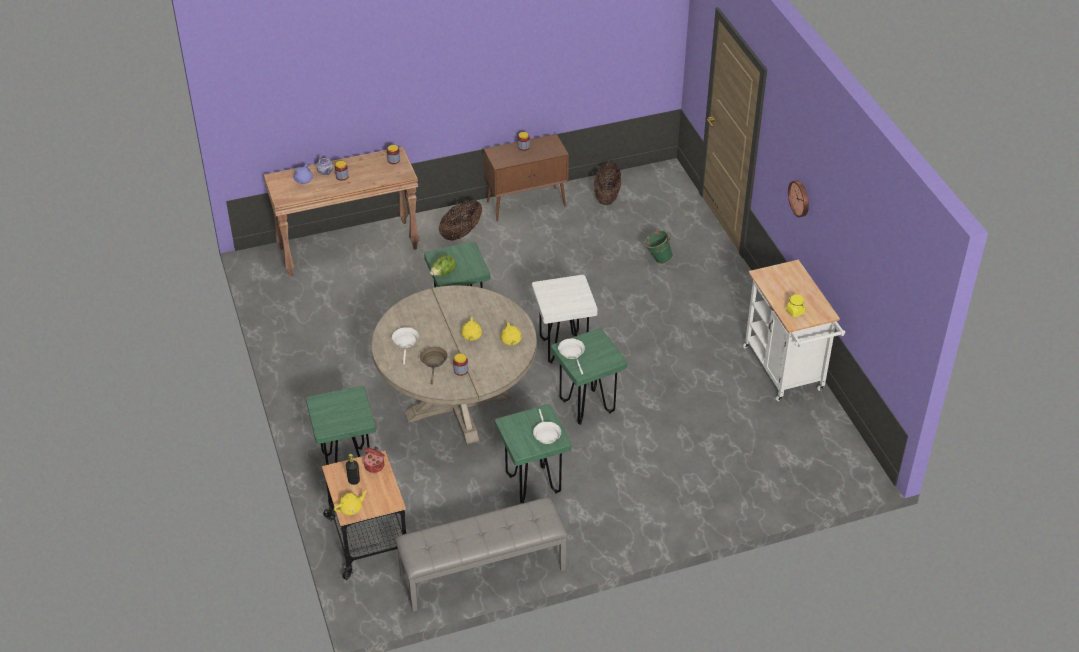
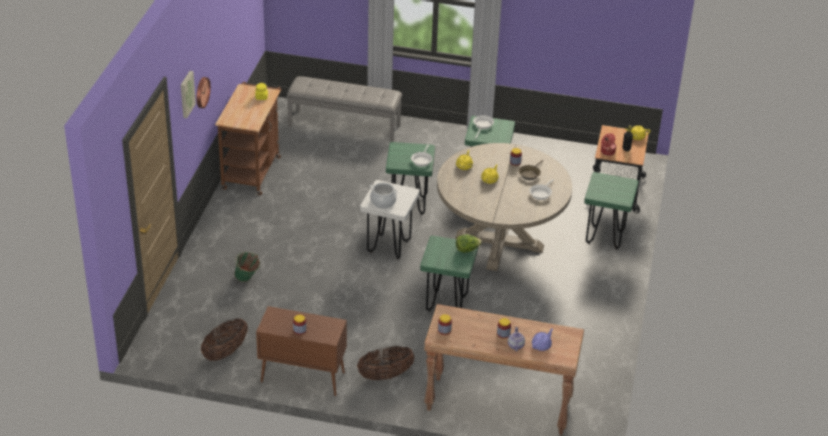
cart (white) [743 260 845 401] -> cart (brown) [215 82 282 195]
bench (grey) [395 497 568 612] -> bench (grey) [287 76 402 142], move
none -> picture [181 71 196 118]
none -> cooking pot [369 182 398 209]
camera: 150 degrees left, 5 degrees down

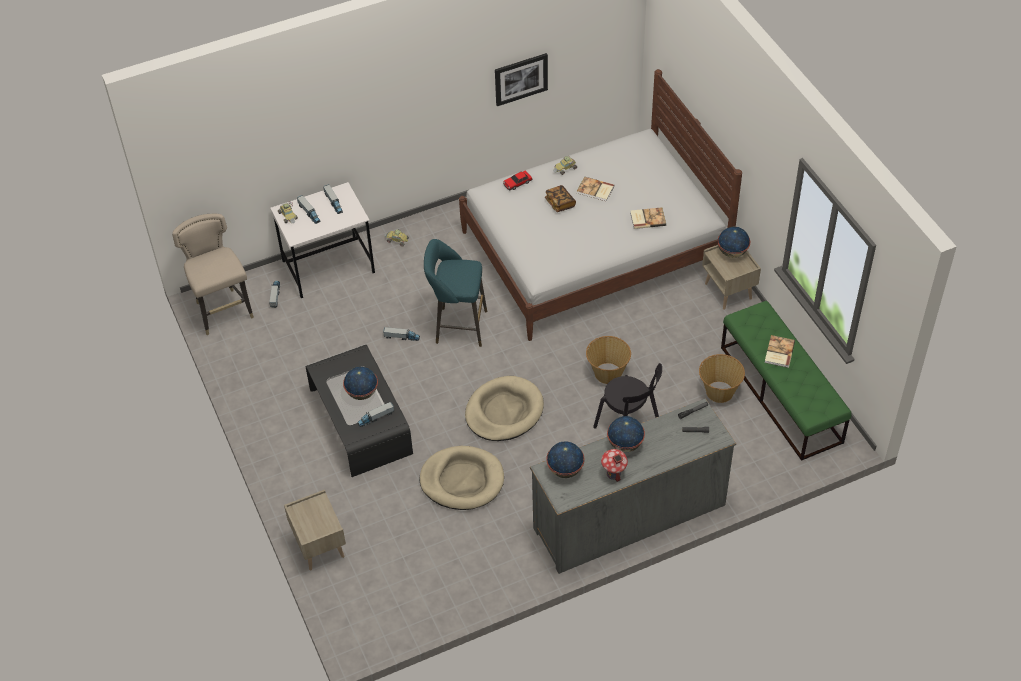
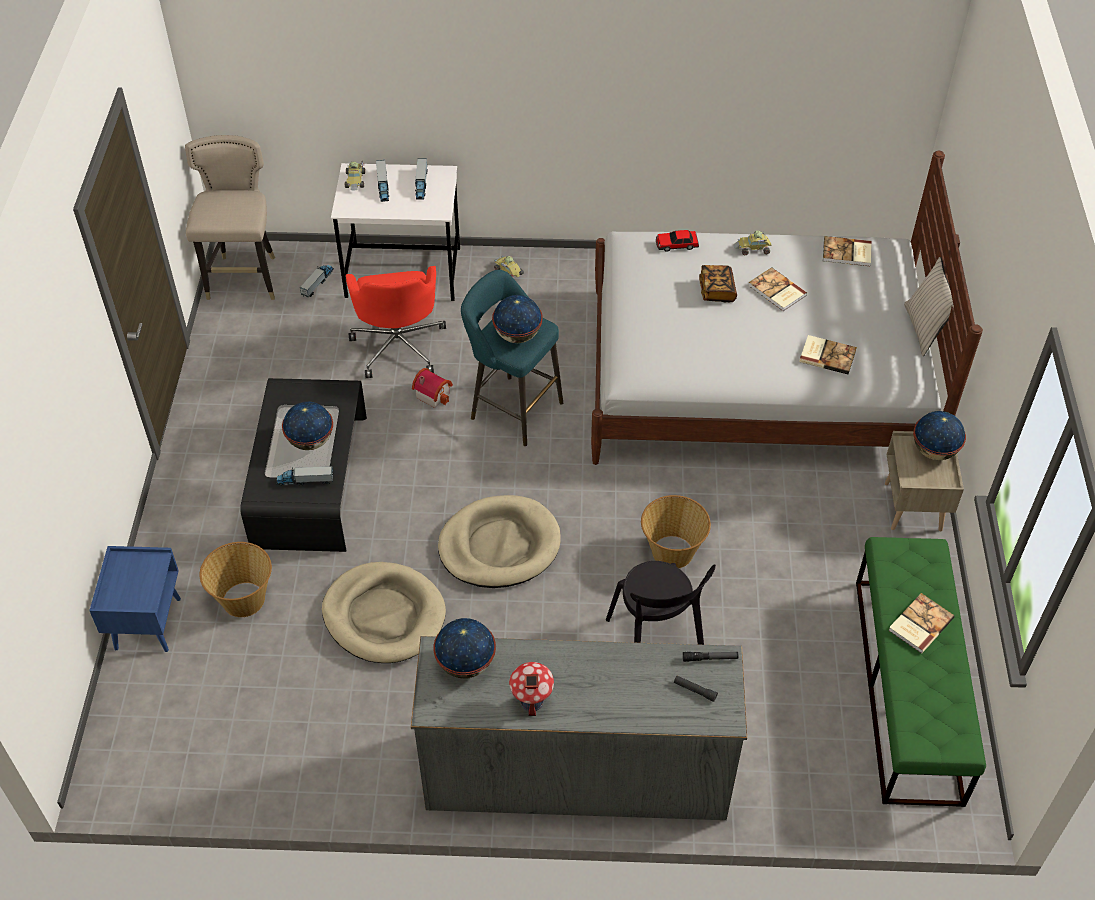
picture [495 53 548 106] -> none
toy truck [383 327 420 341] -> toy house [412 368 453 408]
basket [699 354 745 403] -> basket [199 542 272 617], move
globe [607 416 645 452] -> globe [492 295 542 343], move
nightstand (beige) [284 490 346 570] -> nightstand (blue) [89 546 181 652]
none -> book [823 236 872 266]
none -> pillow (beige) [904 257 954 356]
none -> office chair (red) [346 266 446 378]
camera: 25 degrees right, 0 degrees up

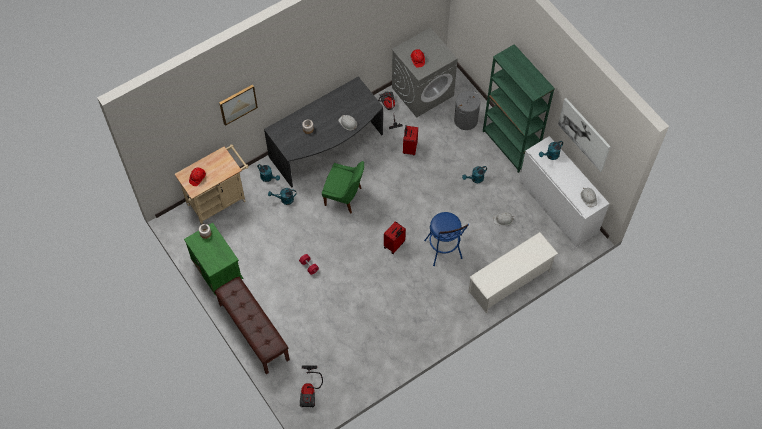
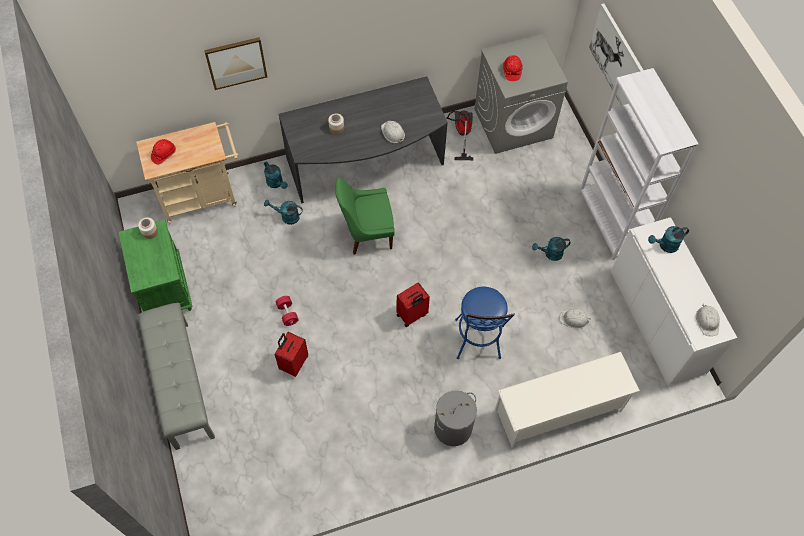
bookcase (green) [483 44 555 173] -> bookcase (white) [579 68 699 260]
laundry basket (grey) [454 91 481 130] -> laundry basket (grey) [434 390 477 446], move
picture [558 98 611 172] -> picture [589 3 644 106], move
suitcase (red) [403 125 418 155] -> suitcase (red) [275 332 308 377], move
chair (green) [322 161 364 213] -> chair (green) [335 177 395 255], 135 degrees clockwise
bench (brown) [214 277 290 375] -> bench (grey) [138 303 215 450]
vacuum cleaner [300 365 323 407] -> none
camera: 15 degrees right, 0 degrees up

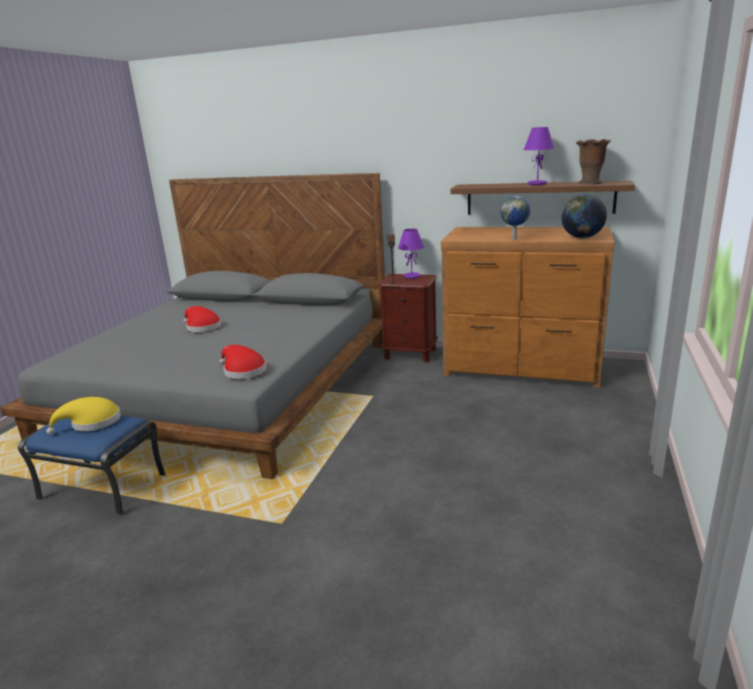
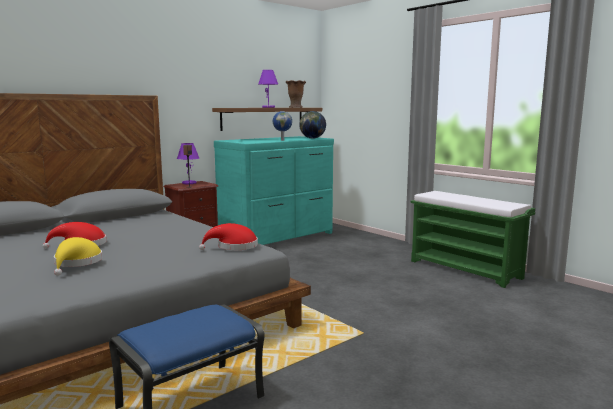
dresser (brown) [441 227 615 388] -> dresser (turquoise) [214 136 334 245]
hat (yellow) [46 397 121 434] -> hat (yellow) [54 237 102 276], move
none -> bench (green) [410 191 535 288]
camera: 60 degrees left, 10 degrees down

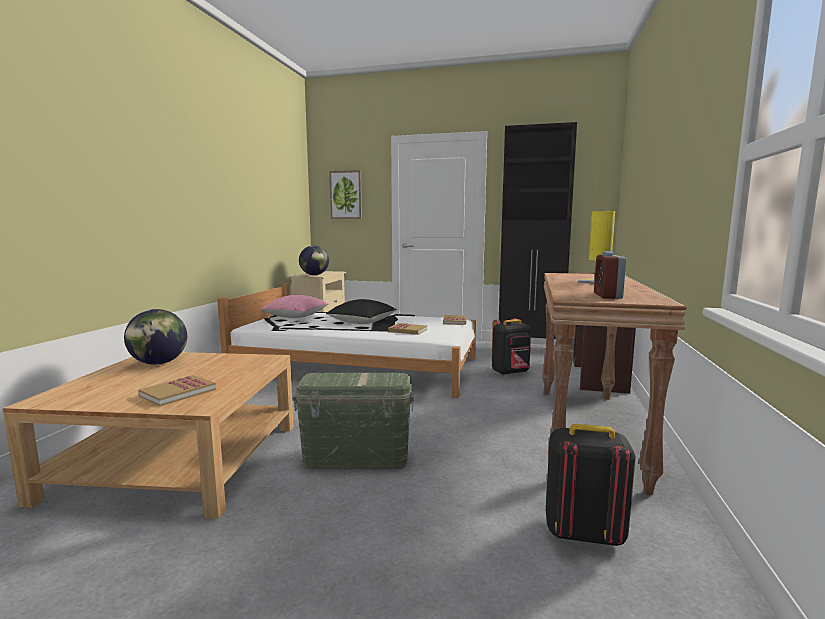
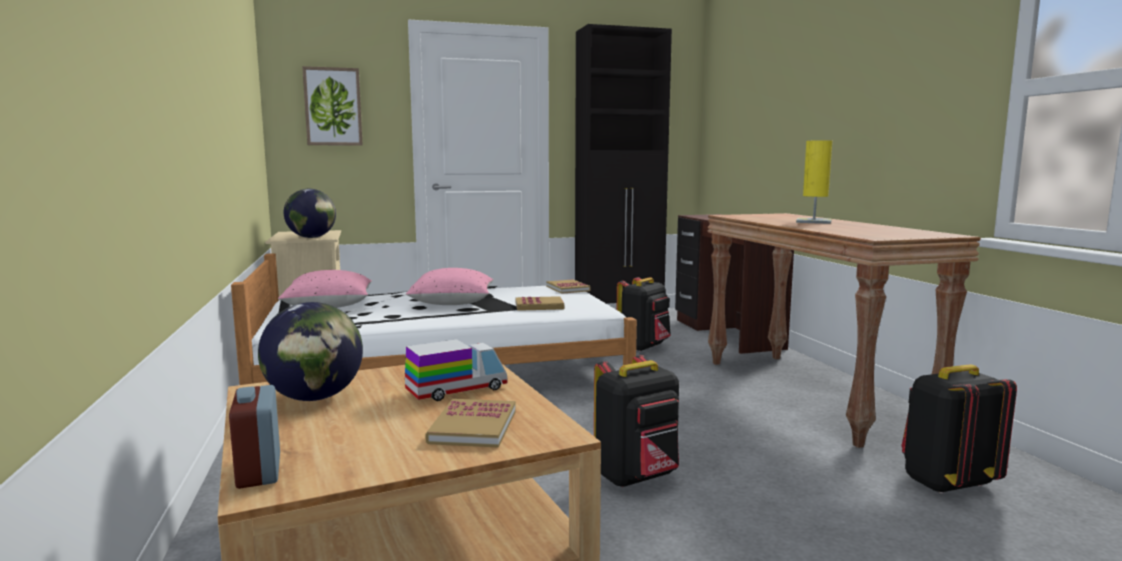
alarm clock [594 251 626 299] -> alarm clock [229 385 280 489], move
pillow (black) [326 299 397 324] -> pillow (pink) [406 268 493 305]
storage box (green) [293 373 414 469] -> backpack (black) [594 355 679 487]
none -> toy truck [405 339 507 401]
camera: 30 degrees left, 0 degrees up

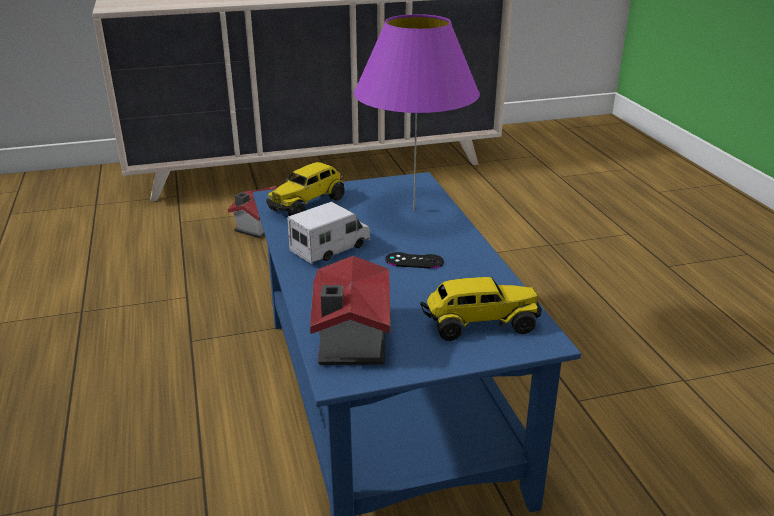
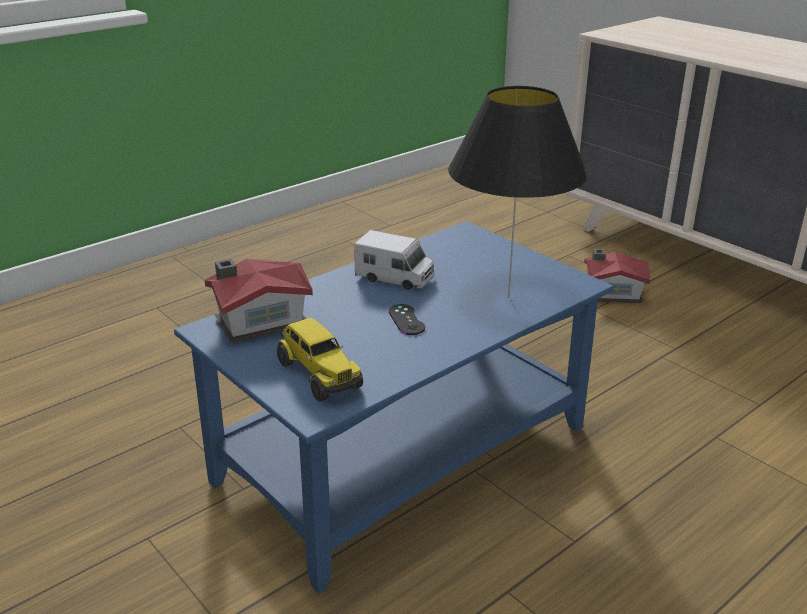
table lamp (purple) [354 14 480 211] -> table lamp (black) [448 86 588 298]
toy truck [266 162 345 216] -> none
camera: 65 degrees right, 0 degrees up

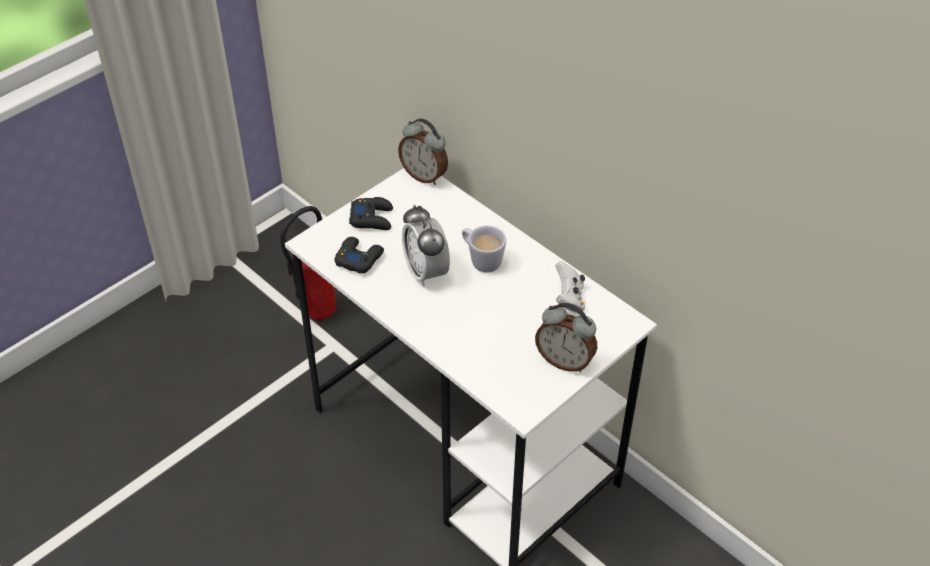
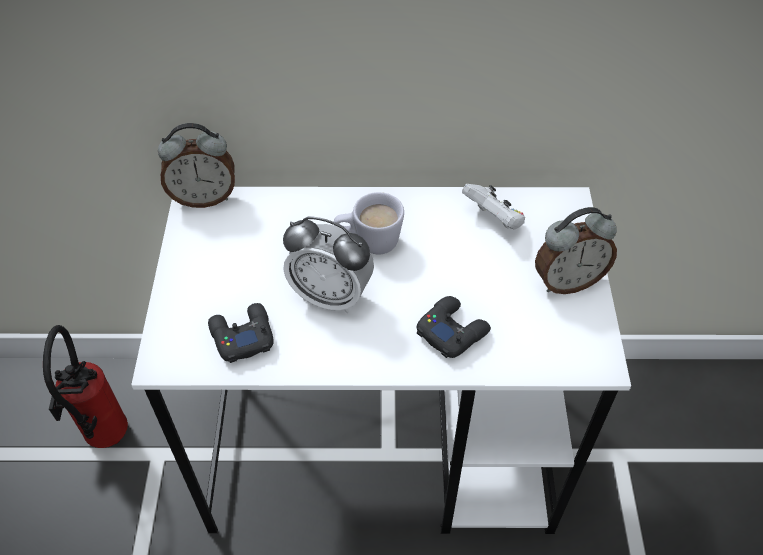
game controller (black) [349 197 393 230] -> game controller (black) [417 296 491 358], move
camera: 45 degrees left, 5 degrees up

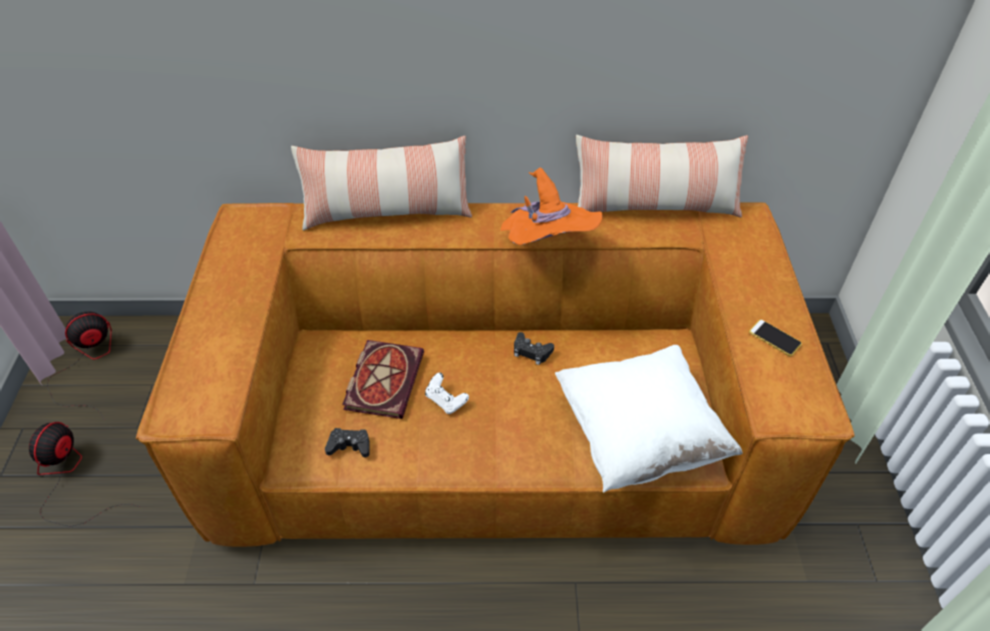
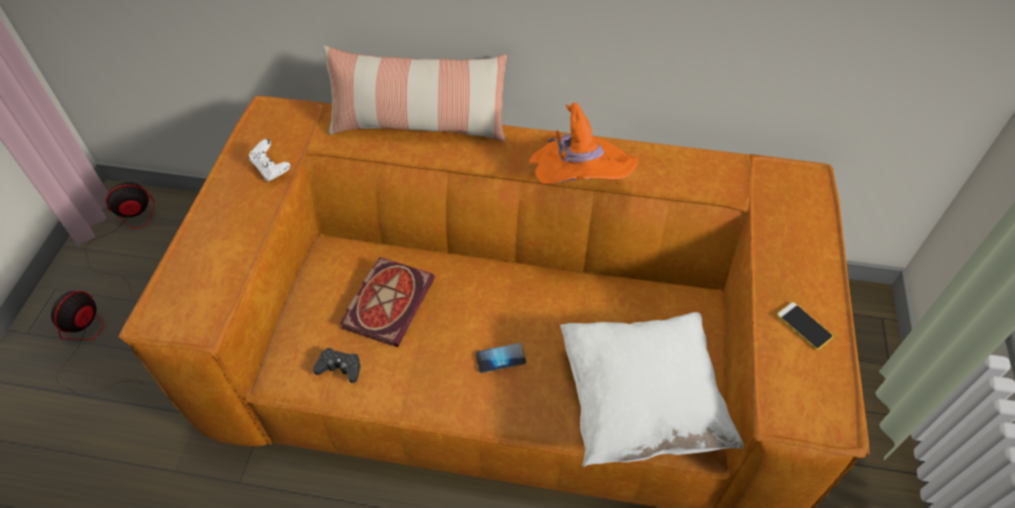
pillow [576 135 748 217] -> none
game controller (black) [514 332 554 365] -> none
game controller (white) [425 372 469 414] -> game controller (white) [249 139 290 181], move
none -> phone [476 343 526 373]
camera: 10 degrees right, 5 degrees up

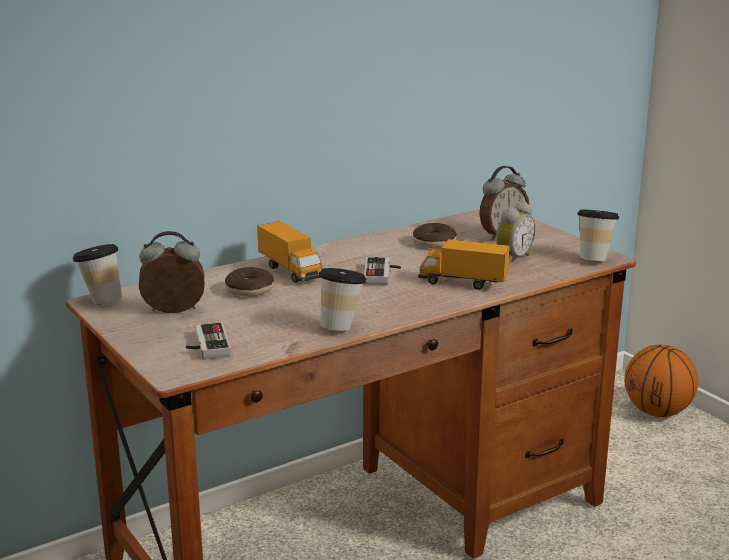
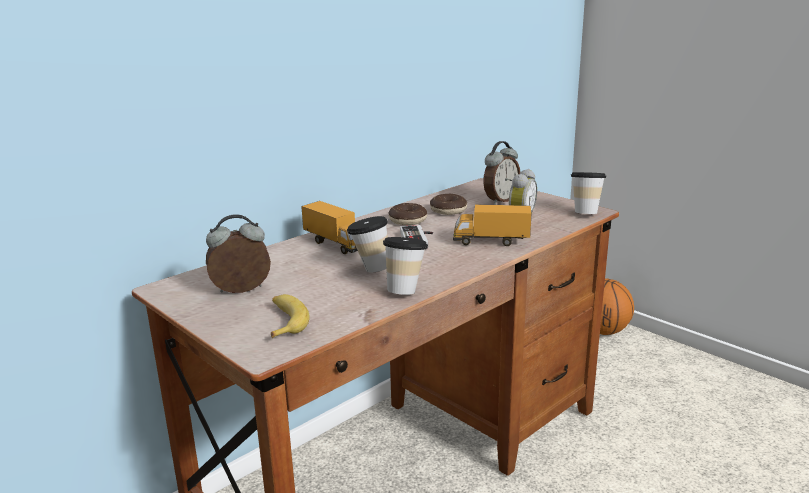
cup [72 244 122 305] -> cup [347 216 388 273], move
donut [225 267 274 297] -> donut [388 203 427 225], move
game controller [186 322 231 360] -> banana [271 294 310 338]
camera: 10 degrees left, 0 degrees up

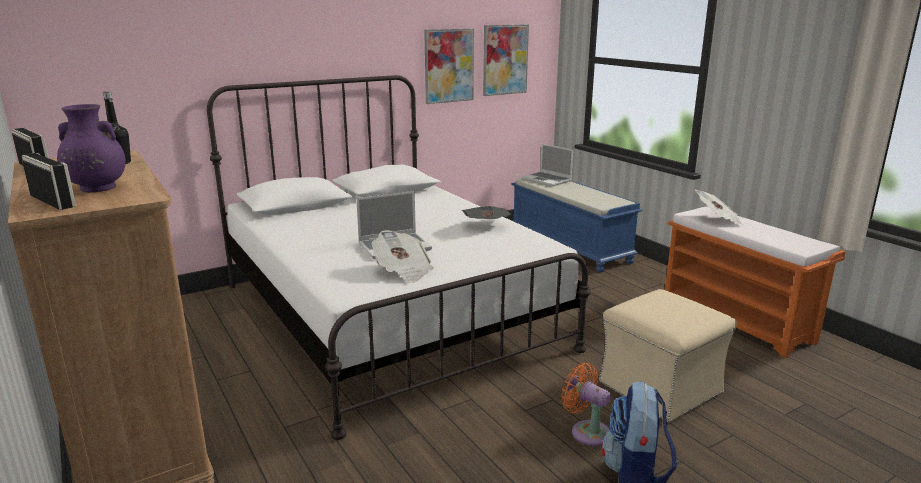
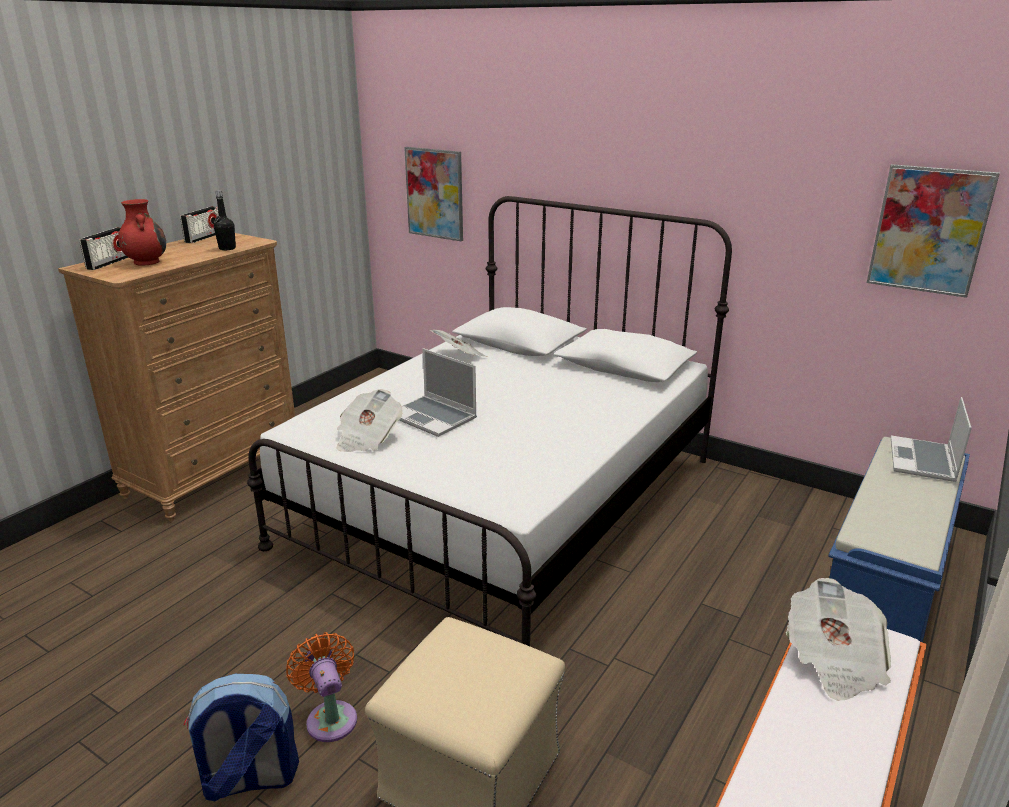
picture [424 29 474 104] -> picture [404 147 463 241], move
vase (purple) [57 104 126 192] -> vase (red) [118 199 166 266]
newspaper [461 206 511 219] -> newspaper [430 330 488 357], move
fan (orange) [561 363 611 447] -> fan (orange) [286 632 357 742], 45 degrees counterclockwise
camera: 65 degrees right, 5 degrees up

